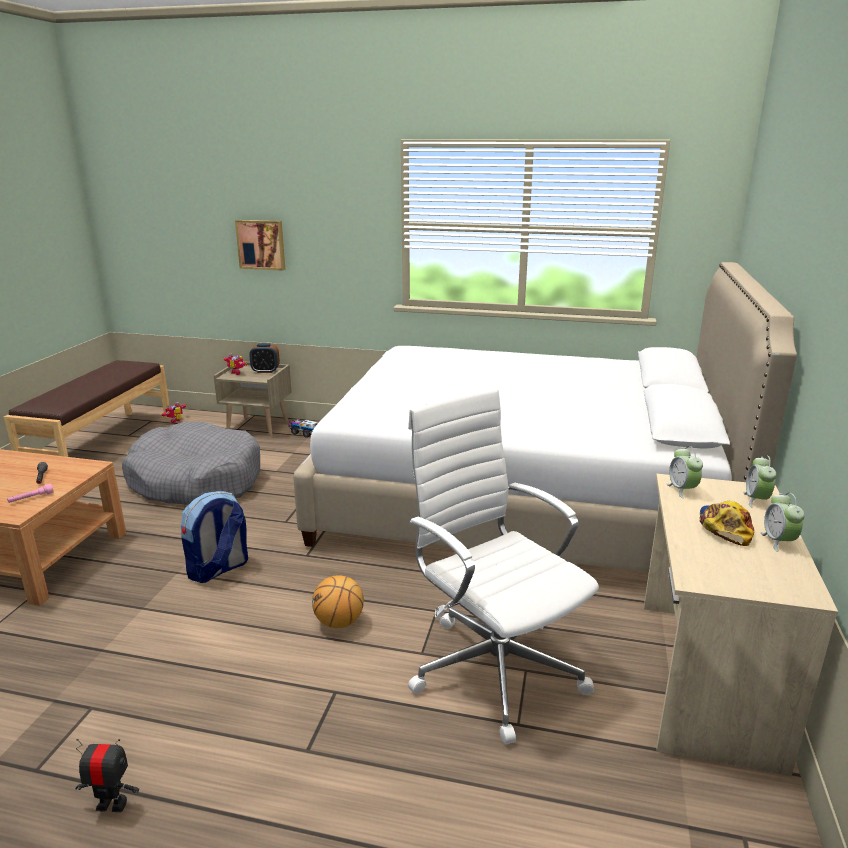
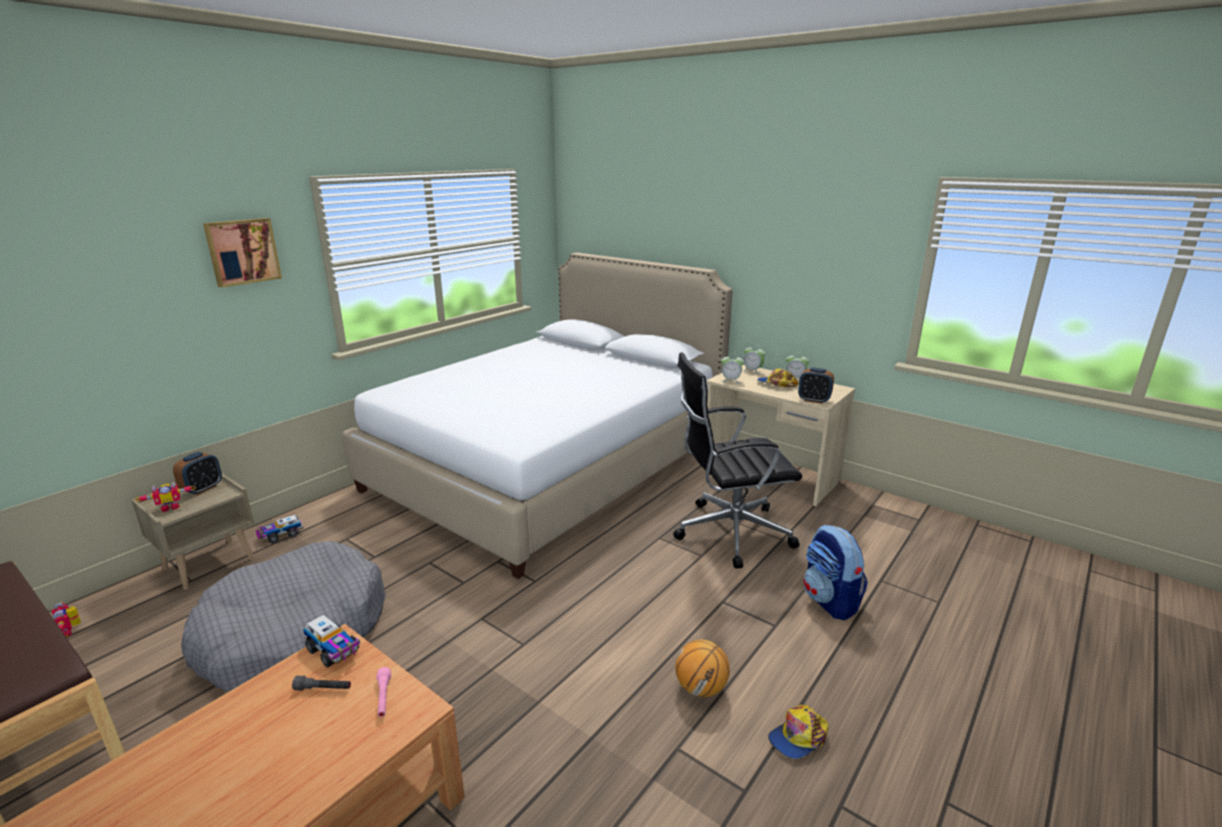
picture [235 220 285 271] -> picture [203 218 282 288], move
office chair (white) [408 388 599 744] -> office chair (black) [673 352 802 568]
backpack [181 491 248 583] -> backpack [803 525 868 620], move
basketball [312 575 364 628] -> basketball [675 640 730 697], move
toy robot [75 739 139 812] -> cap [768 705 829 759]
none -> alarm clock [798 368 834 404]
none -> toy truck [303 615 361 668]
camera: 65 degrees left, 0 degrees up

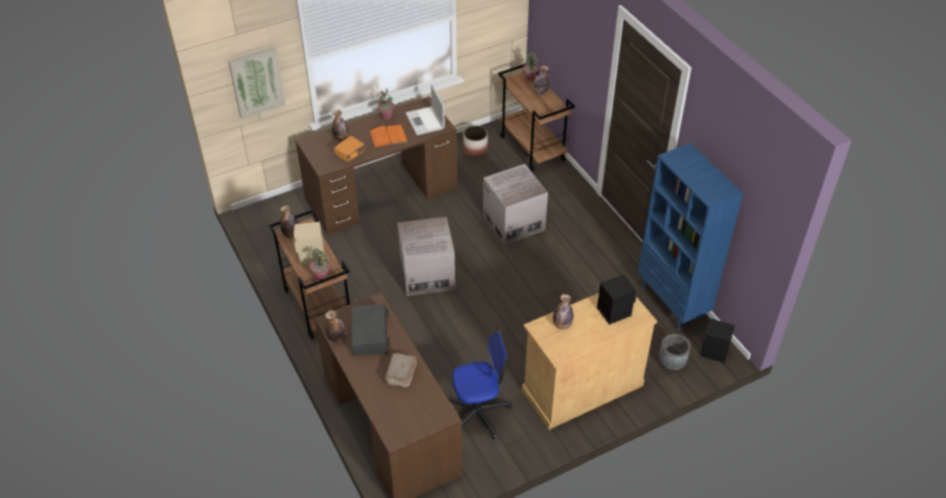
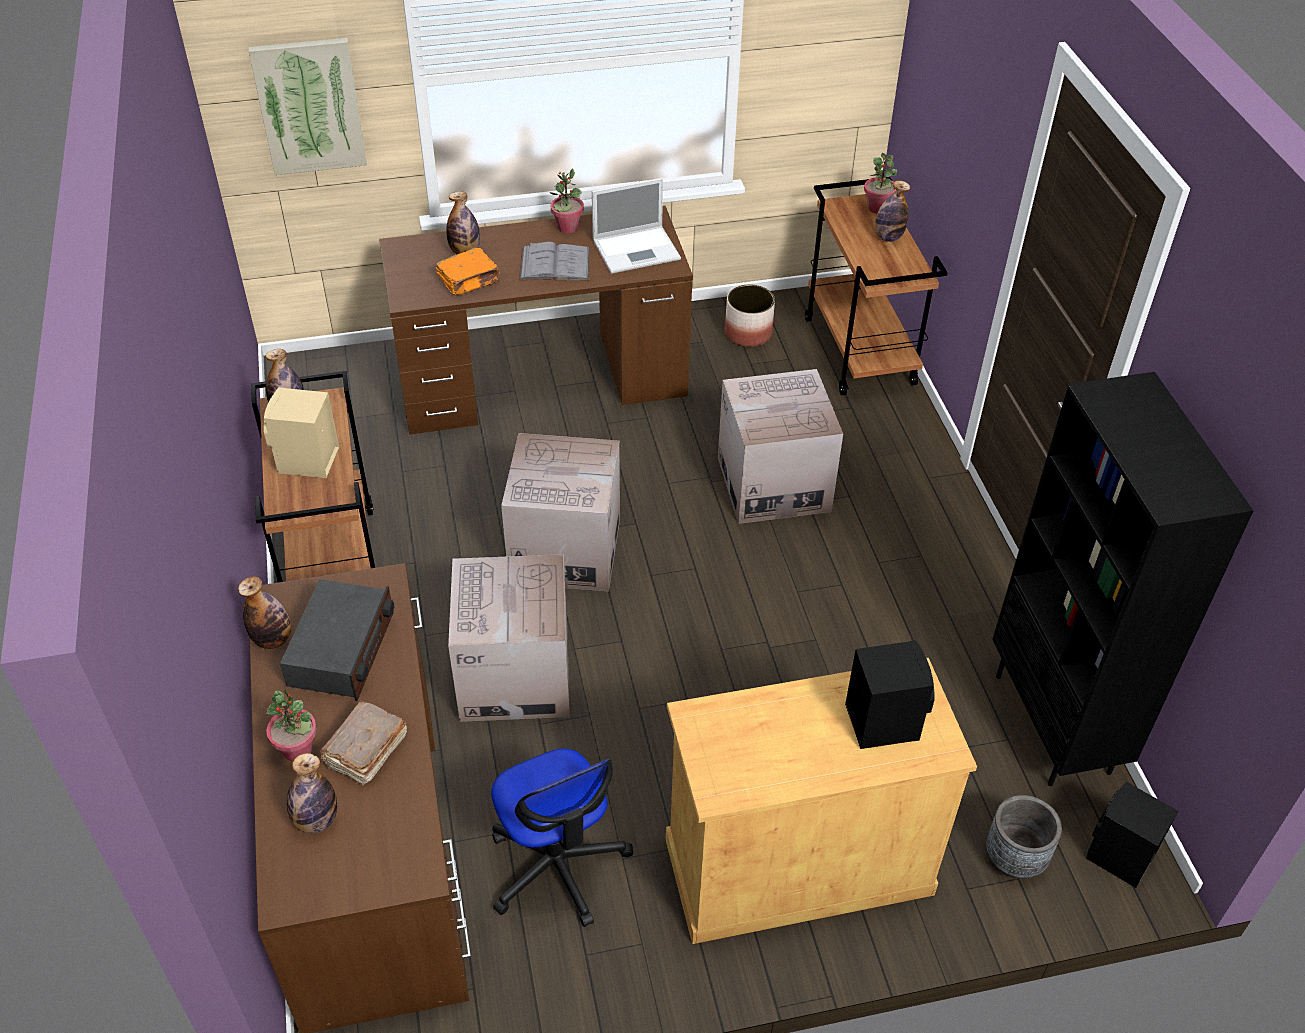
laptop [405 84 445 135] -> laptop [592 178 681 274], 105 degrees counterclockwise
book (orange) [369 125 408 148] -> book (grey) [519 242 590 281]
bookcase (blue) [638 143 743 330] -> bookcase (black) [992 372 1254 786]
potted plant [310 249 330 280] -> potted plant [266 689 317 762], move
bottle [553 294 574 329] -> bottle [287 753 337 833], move
office chair [448 331 512 439] -> office chair [491 749 634 927], 60 degrees clockwise
none -> cardboard box [448 554 570 722]
camera: 15 degrees right, 0 degrees up

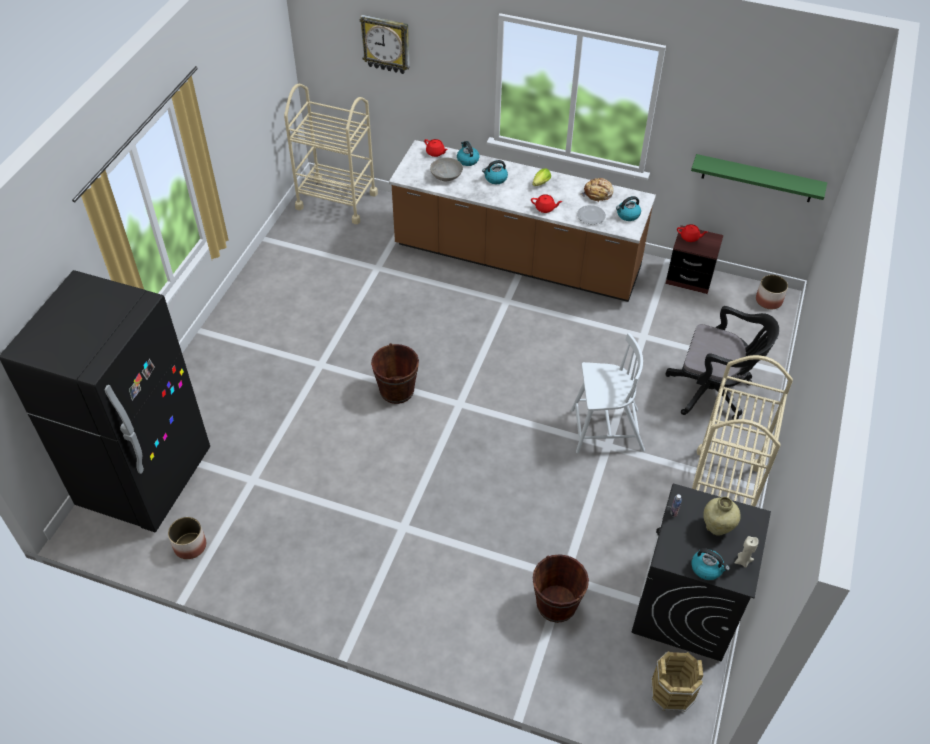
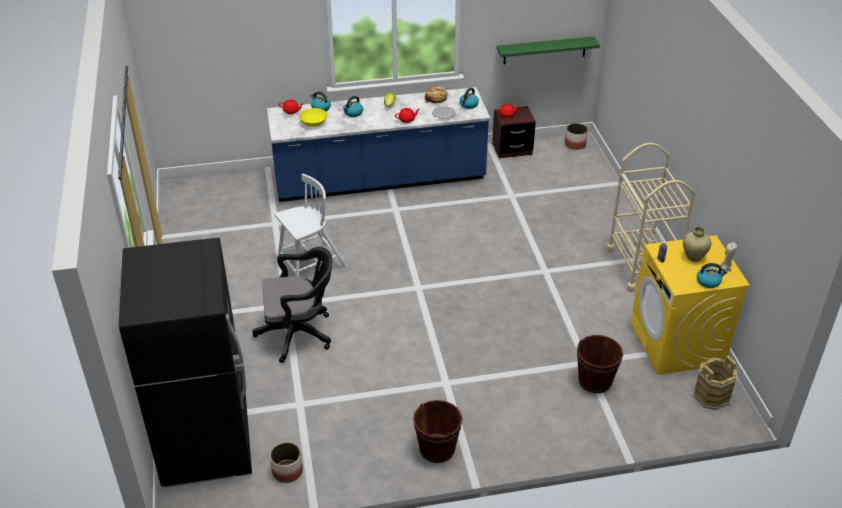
wall clock [360 15 410 74] -> none
cart (beige) [284 83 378 224] -> none
counter (brown) [389 140 656 302] -> counter (blue) [267 87 490 202]
bowl (grey) [430 157 463 181] -> bowl (yellow) [299 108 327 127]
office chair (black) [665 306 779 420] -> office chair (black) [253 247 333 363], move
chair (white) [571 333 645 453] -> chair (white) [275 174 347 276], move
bucket (brown) [371 343 419 404] -> bucket (brown) [413 400 463 463], move
washing machine (black) [632 484 771 661] -> washing machine (yellow) [631 235 750 375]
camera: 30 degrees left, 10 degrees down

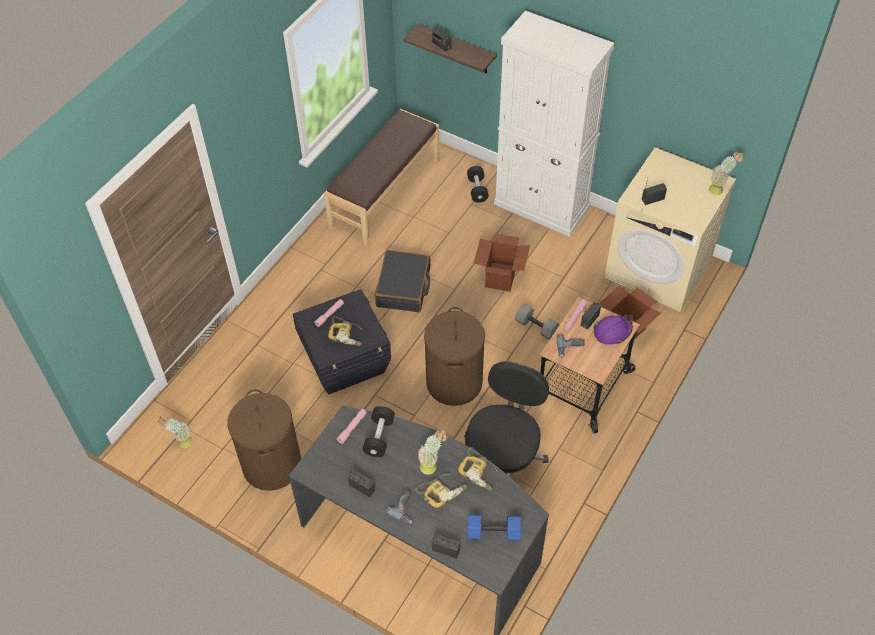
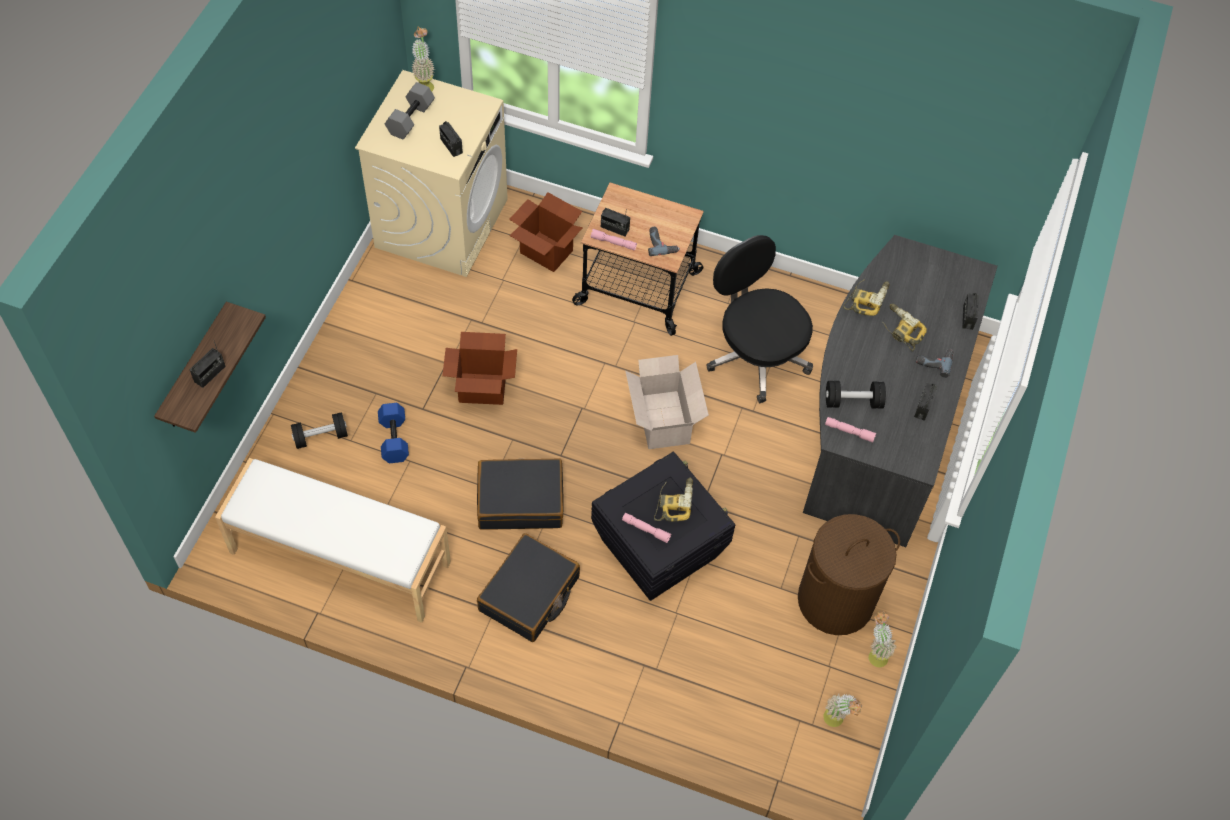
cabinet (white) [494 11 614 237] -> none
bench (brown) [324 109 439 246] -> bench (white) [215 458 451 623]
dumbbell (grey) [515 304 559 340] -> dumbbell (grey) [385 82 435 140], move
laundry basket (brown) [424 307 485 406] -> cardboard box [625 355 709 449]
hard hat (purple) [593 315 633 345] -> none
office chair (black) [464 361 549 481] -> office chair (black) [707 235 813 403], 45 degrees clockwise
potted plant [418 430 448 475] -> potted plant [869 611 897 667], move
dumbbell (blue) [468 515 521 540] -> dumbbell (blue) [378 403 409 463], move
none -> suitcase (black) [477 533 580 642]
camera: 105 degrees left, 5 degrees up

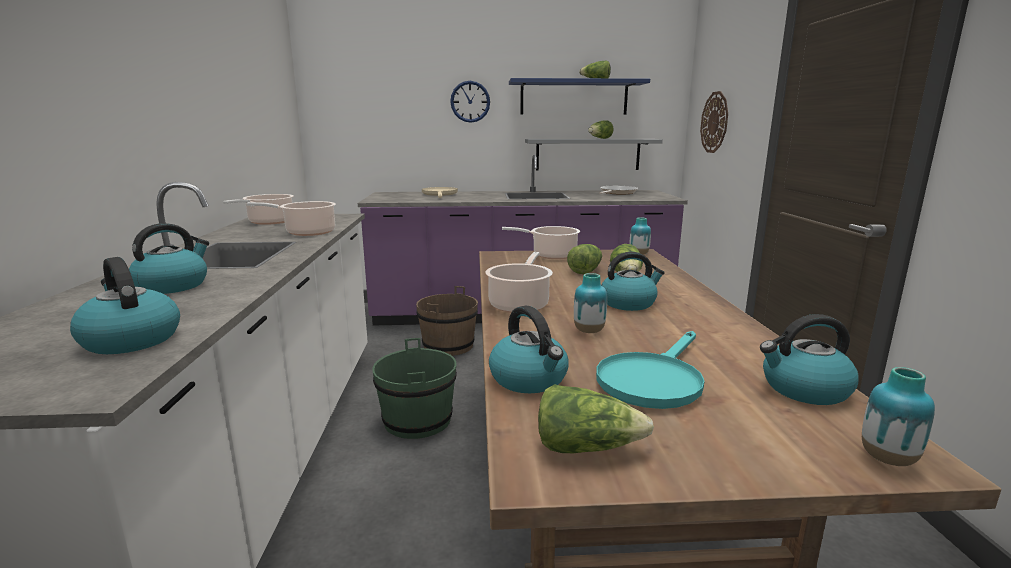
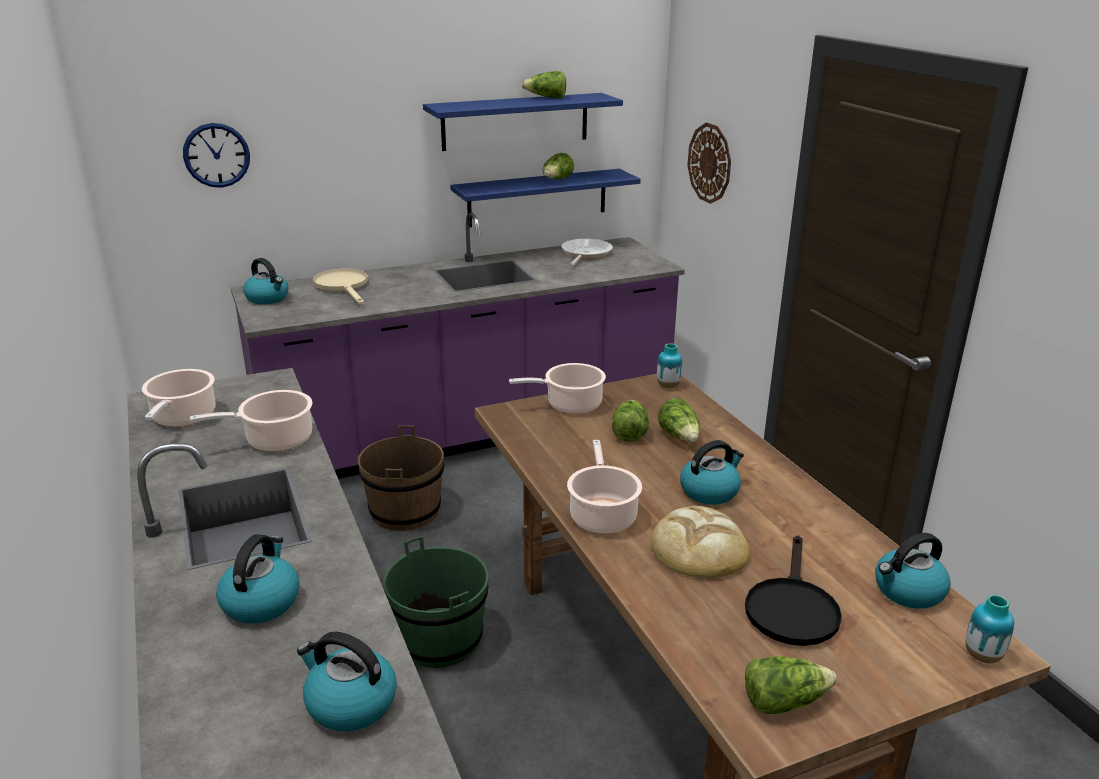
wall clock [450 81 490 123] -> wall clock [183 123 250 188], move
shelf (grey) [525 139 663 170] -> shelf (blue) [450 169 641 227]
vase [574 273 607 333] -> bread [651 506 750 578]
kettle [489 306 569 393] -> kettle [243 258 289 304], move
frying pan (turquoise) [596 331 704 409] -> frying pan (black) [745 535 842 646]
camera: 20 degrees left, 10 degrees up

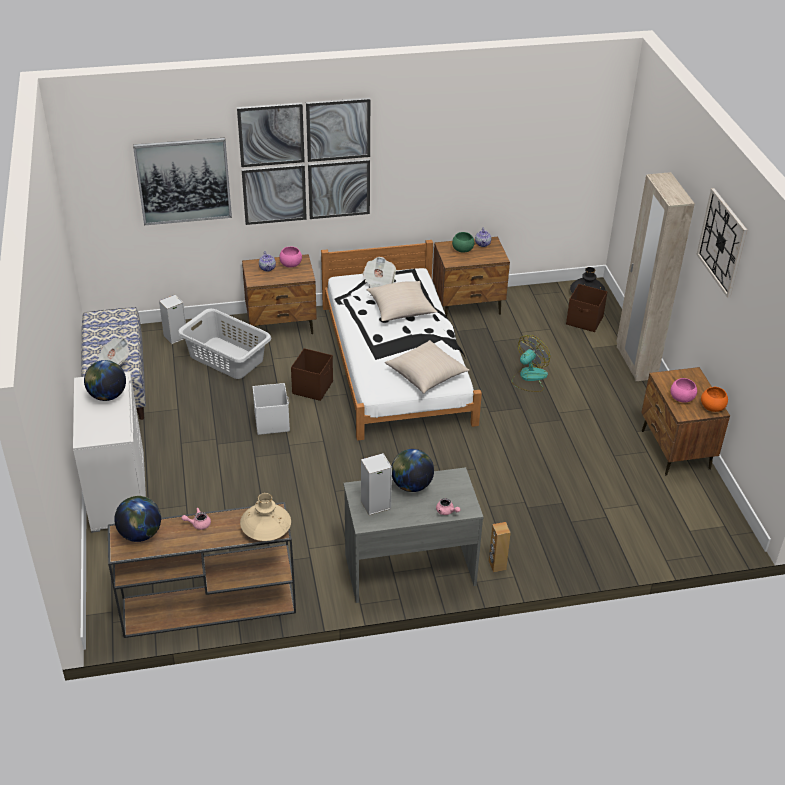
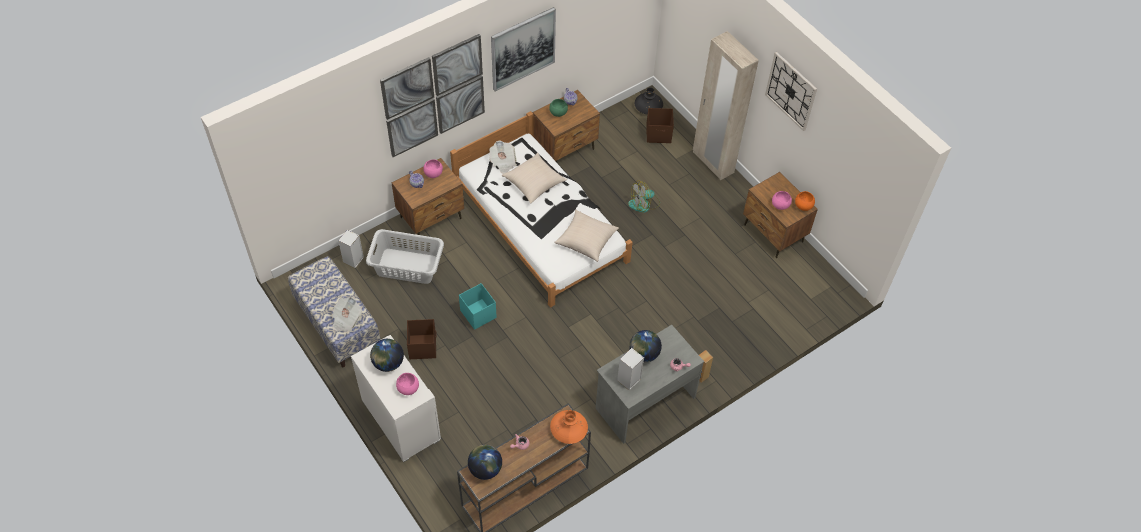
picture [133 138 232 225] -> picture [491 7 556 91], move
fan [512 335 550 392] -> fan [628 181 660 212], 135 degrees counterclockwise
storage box (brown) [291 348 333 401] -> storage box (brown) [407 319 437 359], move
storage box (white) [253 383 290 435] -> storage box (turquoise) [459 283 497 330]
vase (beige) [240 493 291 541] -> vase (orange) [550 410 588 444]
none -> bowl (pink) [396 373 419 395]
camera: 25 degrees left, 15 degrees up

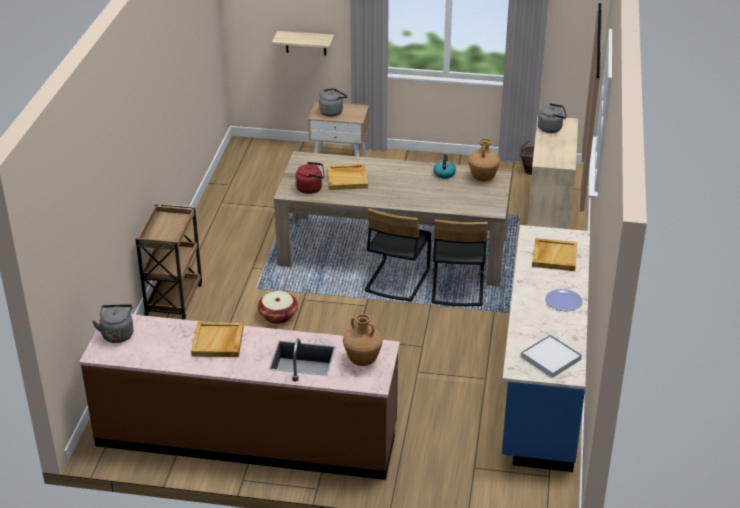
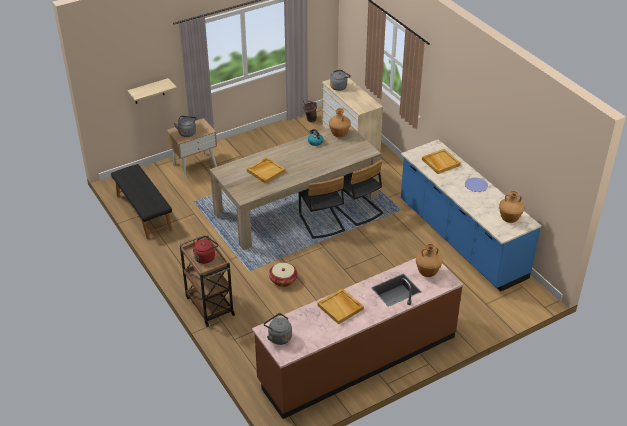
kettle (red) [295 162 325 194] -> kettle (red) [193 236 218 264], move
tray (white) [521 334 582 378] -> vase (brown) [499 191 524 223]
none -> bench (black) [111 164 172 240]
camera: 40 degrees left, 5 degrees up

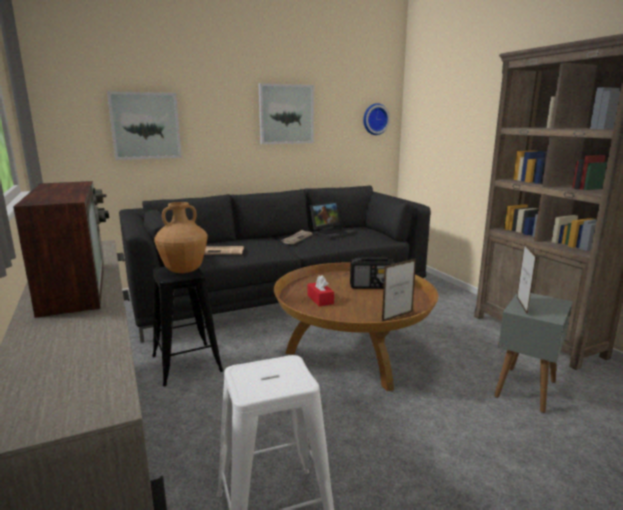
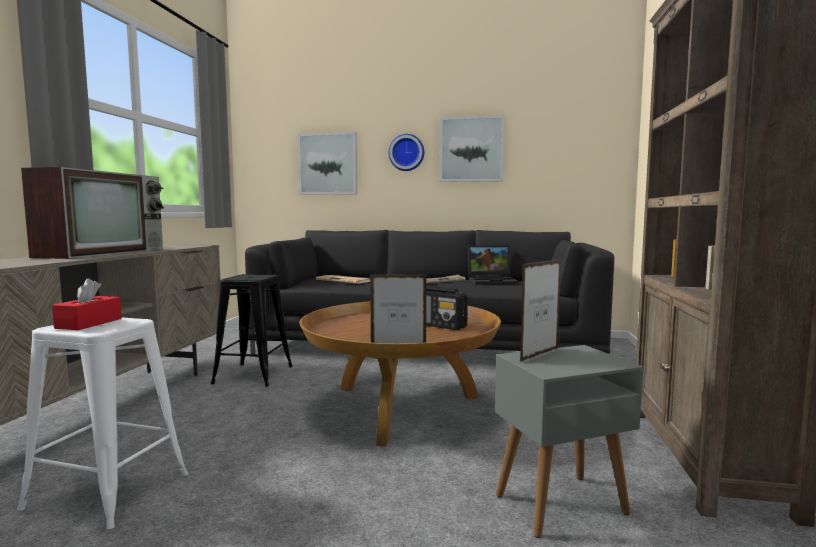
wall clock [363 103 390 135] -> wall clock [389 134 424 171], move
vase (brown) [154 202 208 273] -> none
tissue box (red) [307 275 334 307] -> tissue box (red) [52 278 122 330], move
camera: 35 degrees right, 10 degrees down

